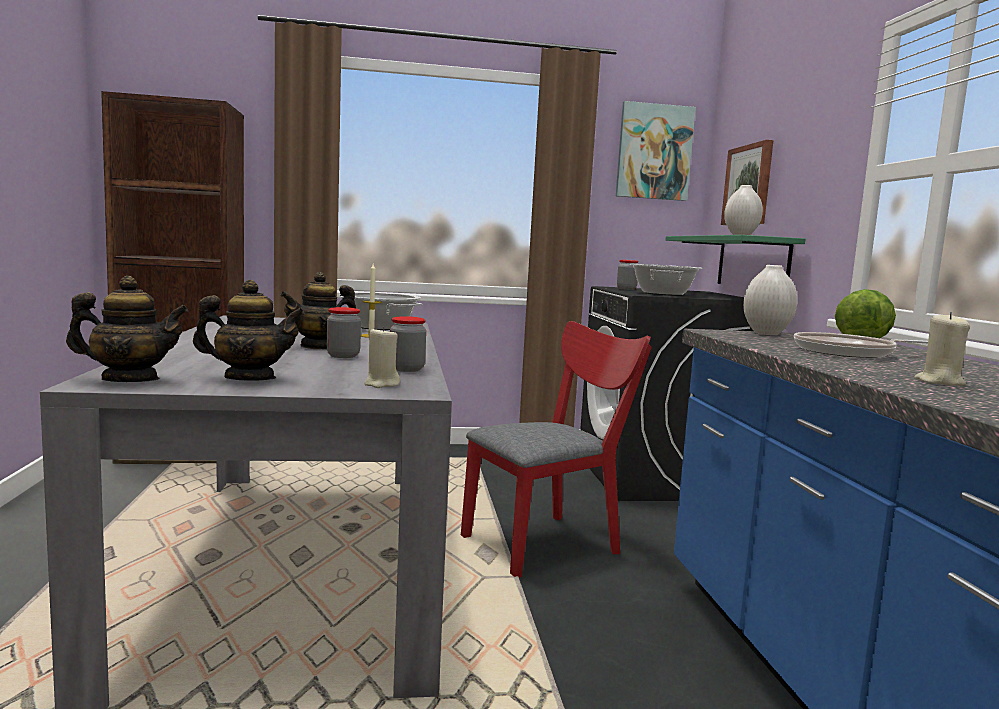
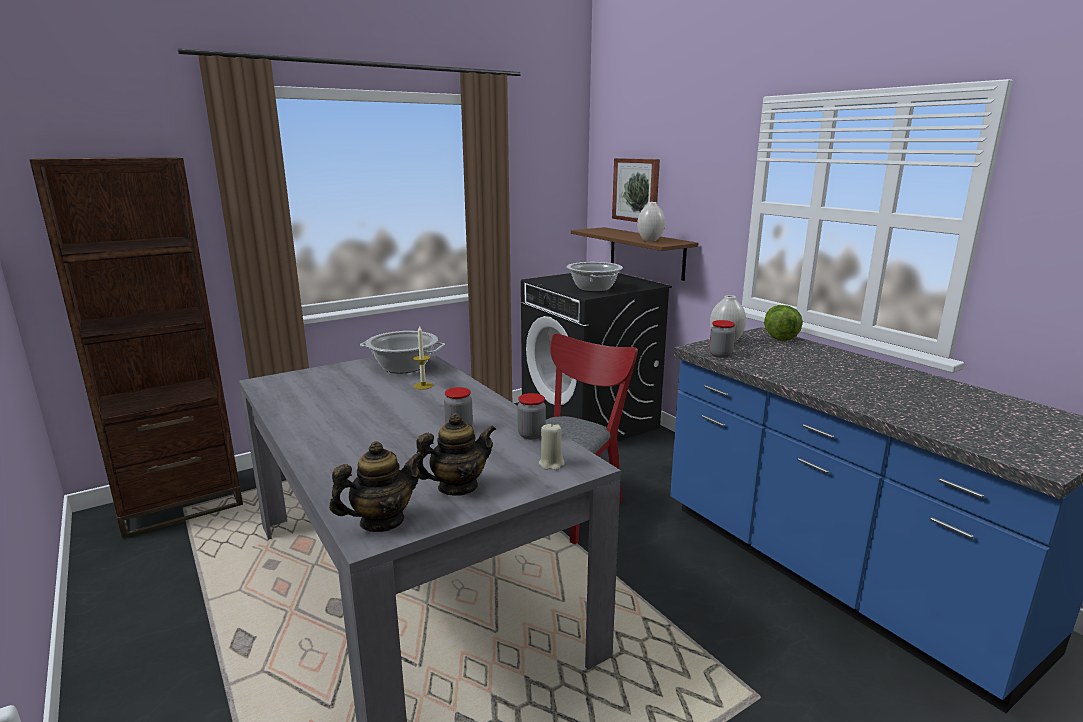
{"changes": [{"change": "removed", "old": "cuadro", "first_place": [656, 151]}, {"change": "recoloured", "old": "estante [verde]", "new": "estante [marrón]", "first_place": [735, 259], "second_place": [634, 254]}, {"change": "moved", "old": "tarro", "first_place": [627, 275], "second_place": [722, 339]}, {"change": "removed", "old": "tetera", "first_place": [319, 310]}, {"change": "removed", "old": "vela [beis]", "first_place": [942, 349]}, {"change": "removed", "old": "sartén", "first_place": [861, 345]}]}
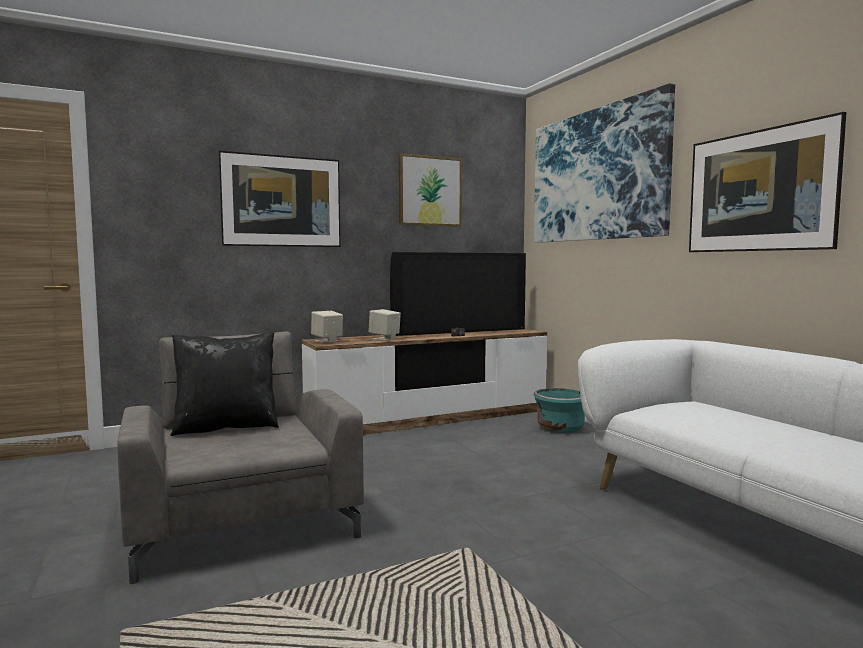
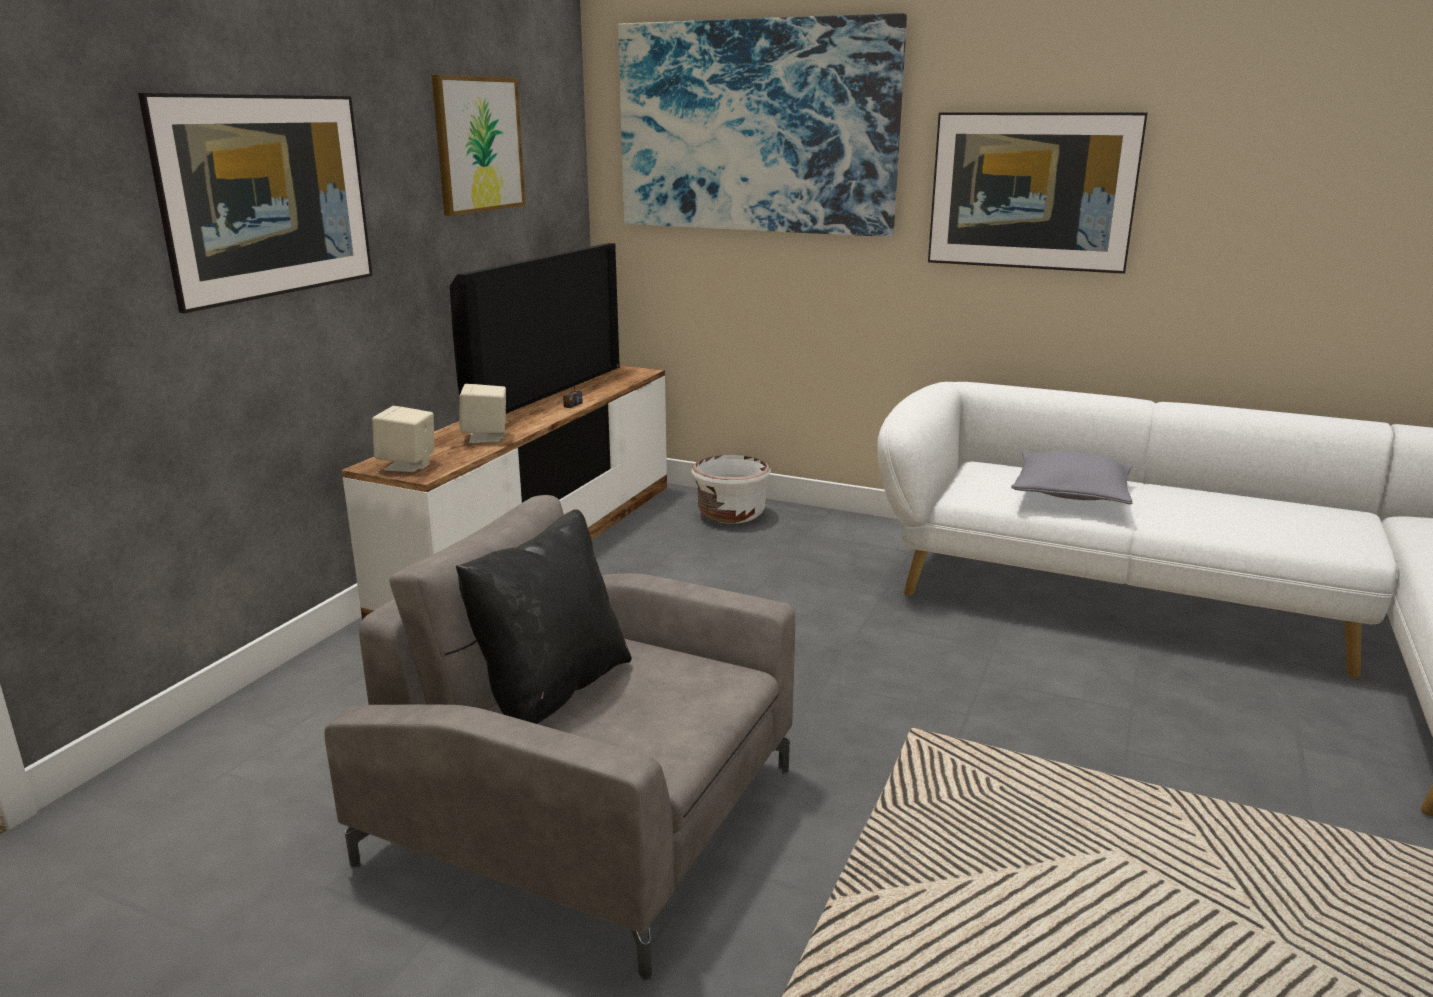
{"changes": [{"change": "recoloured", "old": "maceta [turquesa]", "new": "maceta [blanco]", "first_place": [559, 410], "second_place": [731, 489]}, {"change": "added", "new": "cojín [gris]", "second_place": [1072, 477]}]}
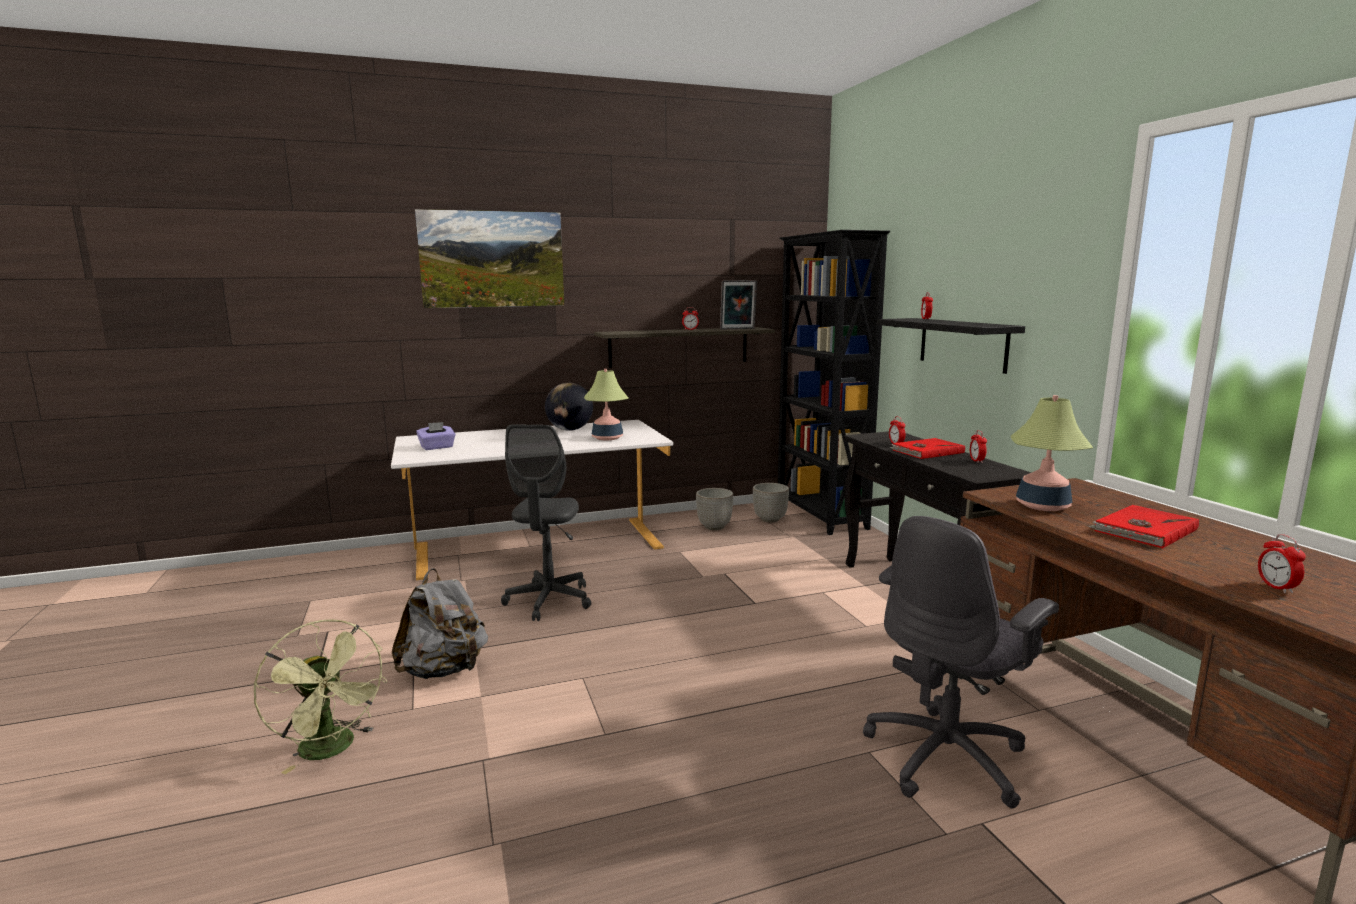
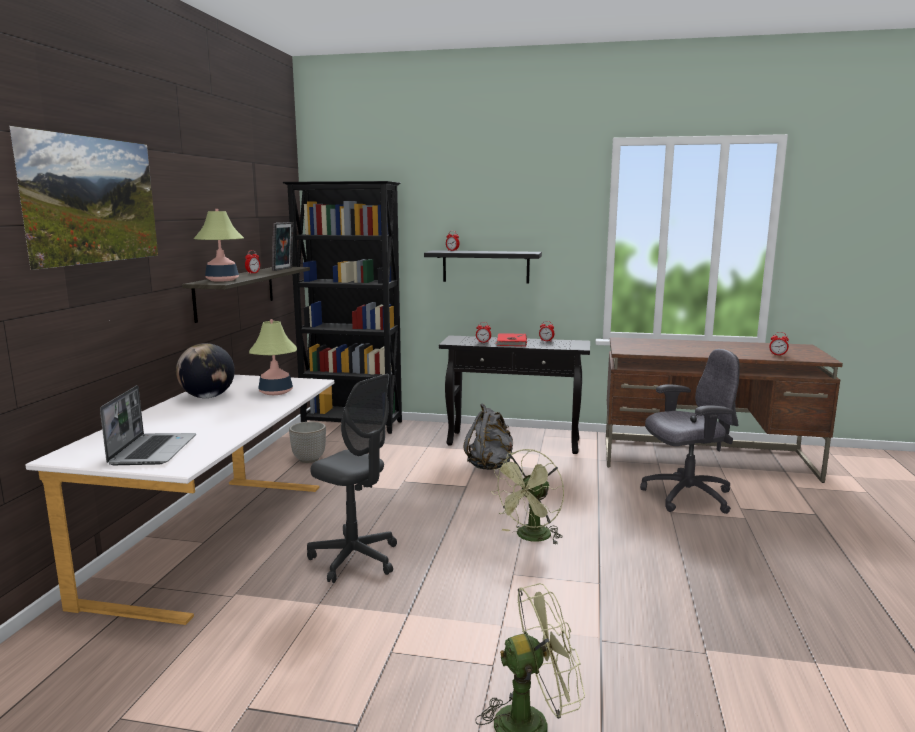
{"changes": [{"change": "moved", "old": "lámpara de mesa", "first_place": [1052, 453], "second_place": [218, 245]}, {"change": "replaced", "old": "caja de pañuelos [morado]", "new": "portátil", "first_place": [436, 436], "second_place": [148, 425]}, {"change": "removed", "old": "maceta", "first_place": [771, 502]}, {"change": "removed", "old": "libro [rojo]", "first_place": [1144, 527]}, {"change": "turned", "old": "silla de oficina [gris]", "first_place": [961, 662], "second_place": [690, 431], "degrees": -90}, {"change": "moved", "old": "mochila [gris]", "first_place": [440, 623], "second_place": [488, 436]}, {"change": "added", "new": "ventilador [verde]", "second_place": [527, 497]}]}
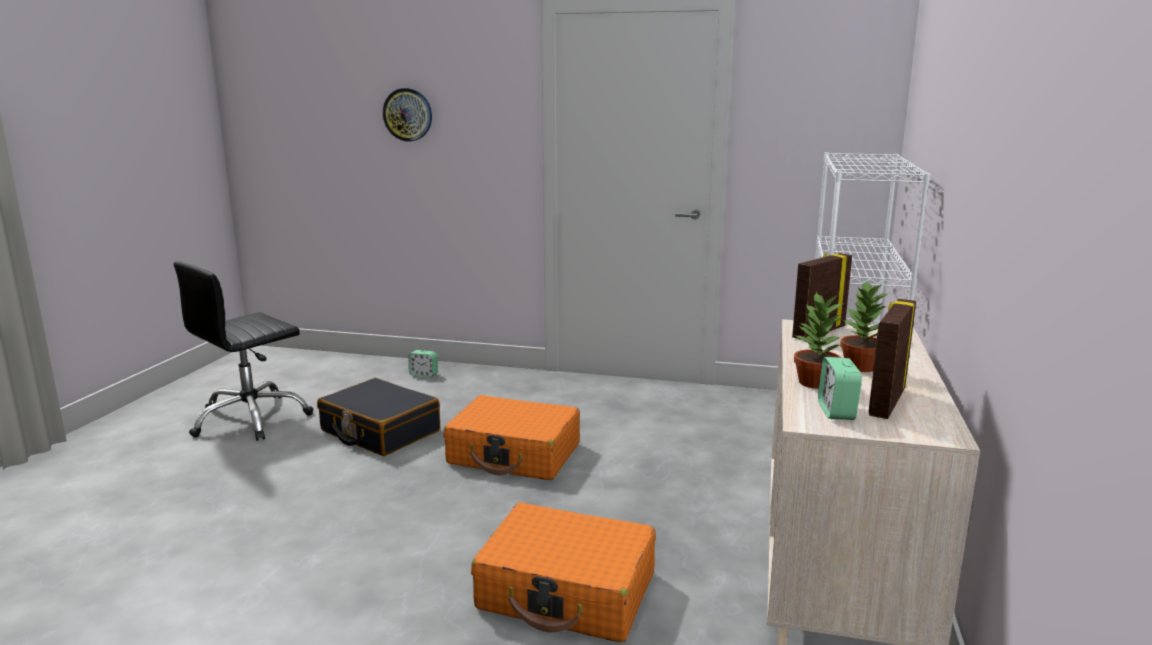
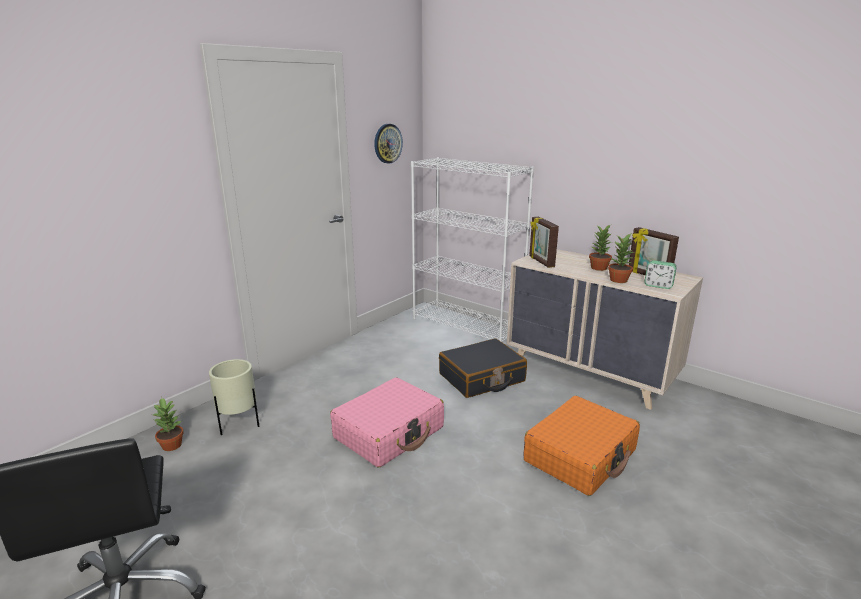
{"changes": [{"change": "moved", "old": "reloj de pared", "first_place": [407, 114], "second_place": [388, 144]}, {"change": "replaced", "old": "despertador", "new": "planta en maceta", "first_place": [423, 364], "second_place": [168, 424]}, {"change": "moved", "old": "maleta [negro]", "first_place": [378, 417], "second_place": [483, 368]}, {"change": "recoloured", "old": "maleta [naranja]", "new": "maleta [rosa]", "first_place": [511, 437], "second_place": [387, 422]}, {"change": "added", "new": "maceta [beis]", "second_place": [234, 397]}]}
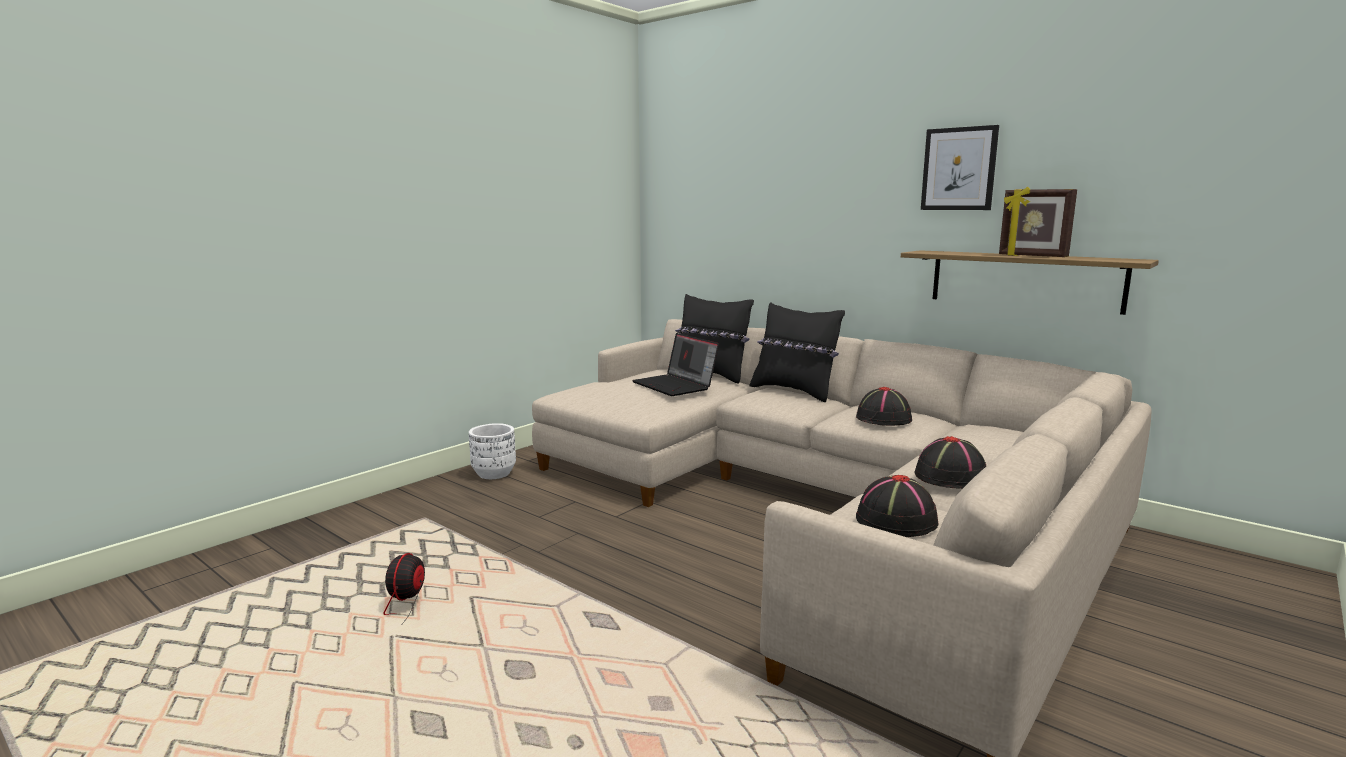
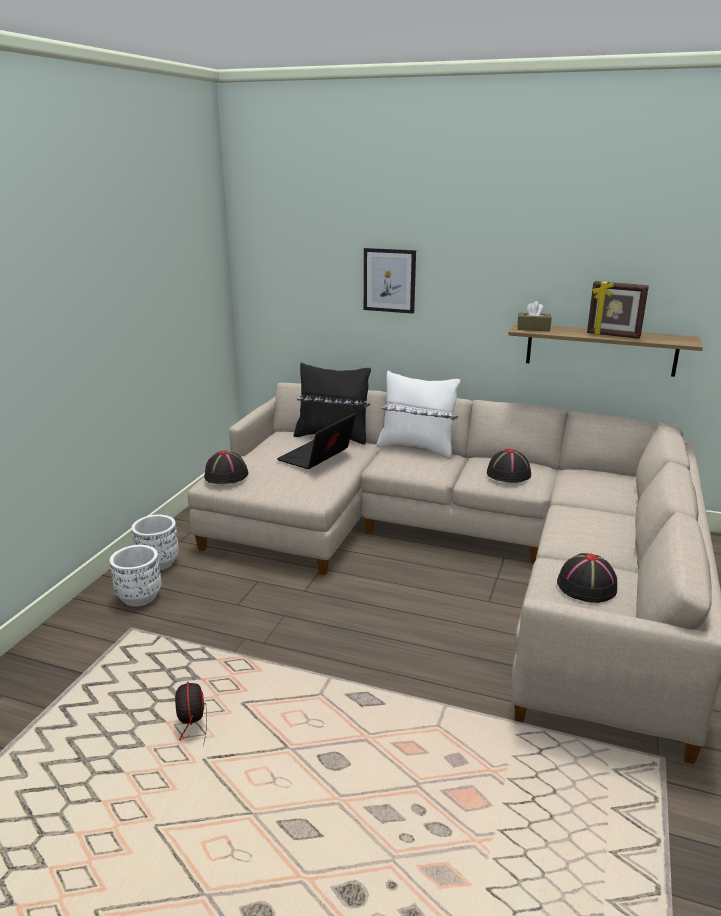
{"changes": [{"change": "moved", "old": "cuadro", "first_place": [960, 167], "second_place": [390, 281]}, {"change": "recoloured", "old": "cojín [negro]", "new": "cojín [blanco]", "first_place": [797, 352], "second_place": [418, 415]}, {"change": "turned", "old": "portátil", "first_place": [675, 364], "second_place": [316, 441], "degrees": 90}, {"change": "moved", "old": "sombrero [negro]", "first_place": [950, 462], "second_place": [226, 467]}, {"change": "added", "new": "caja de pañuelos [marrón]", "second_place": [534, 316]}, {"change": "added", "new": "maceta [blanco]", "second_place": [136, 575]}]}
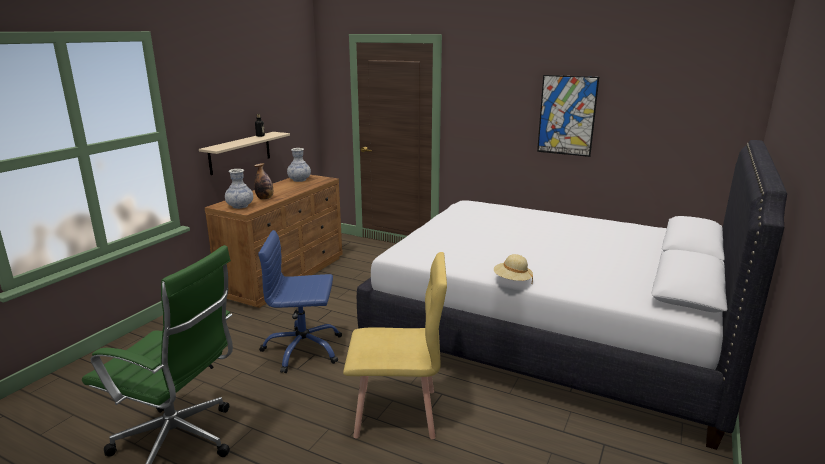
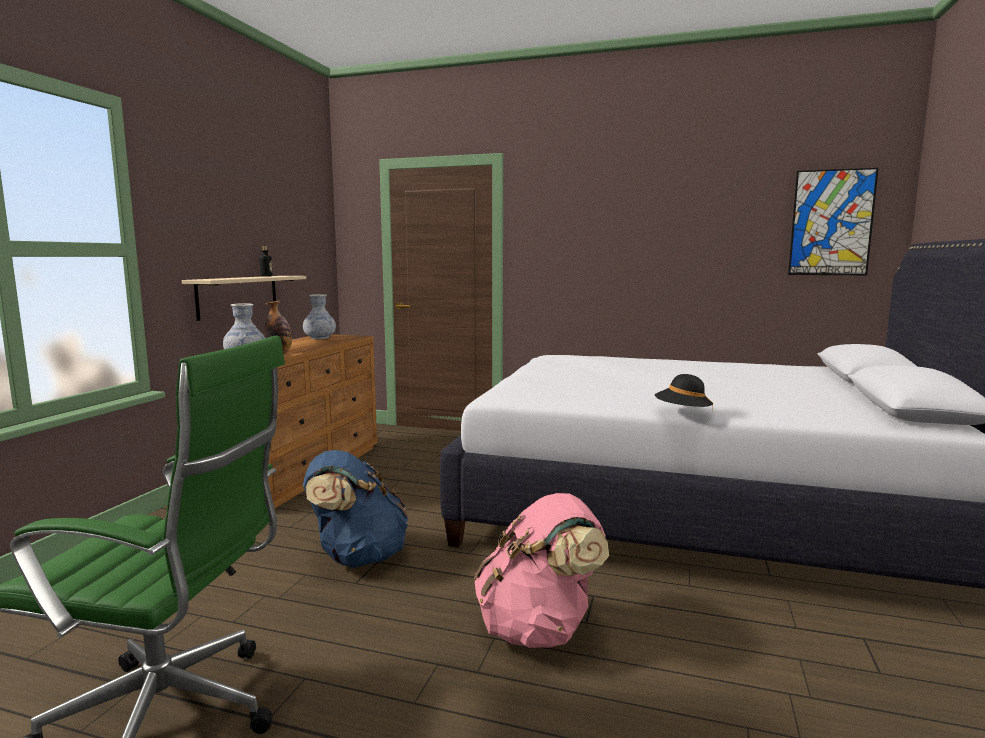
{"changes": [{"change": "moved", "old": "cuadro", "first_place": [568, 116], "second_place": [833, 221]}, {"change": "replaced", "old": "silla de oficina [azul]", "new": "mochila [azul]", "first_place": [300, 301], "second_place": [356, 509]}, {"change": "replaced", "old": "silla [amarillo]", "new": "mochila [rosa]", "first_place": [395, 345], "second_place": [541, 570]}, {"change": "recoloured", "old": "sombrero [beis]", "new": "sombrero [negro]", "first_place": [513, 269], "second_place": [684, 394]}]}
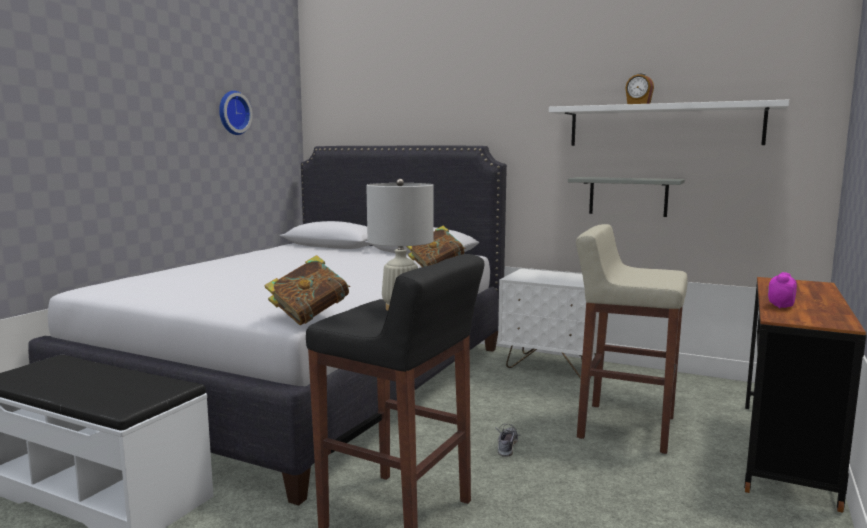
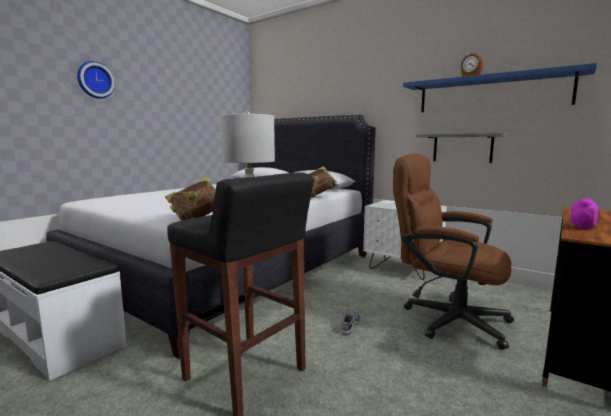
{"changes": [{"change": "moved", "old": "reloj de pared", "first_place": [236, 113], "second_place": [96, 80]}, {"change": "recoloured", "old": "estante [blanco]", "new": "estante [azul]", "first_place": [669, 123], "second_place": [500, 87]}, {"change": "replaced", "old": "taburete [beis]", "new": "silla de oficina [marrón]", "first_place": [632, 339], "second_place": [453, 251]}]}
